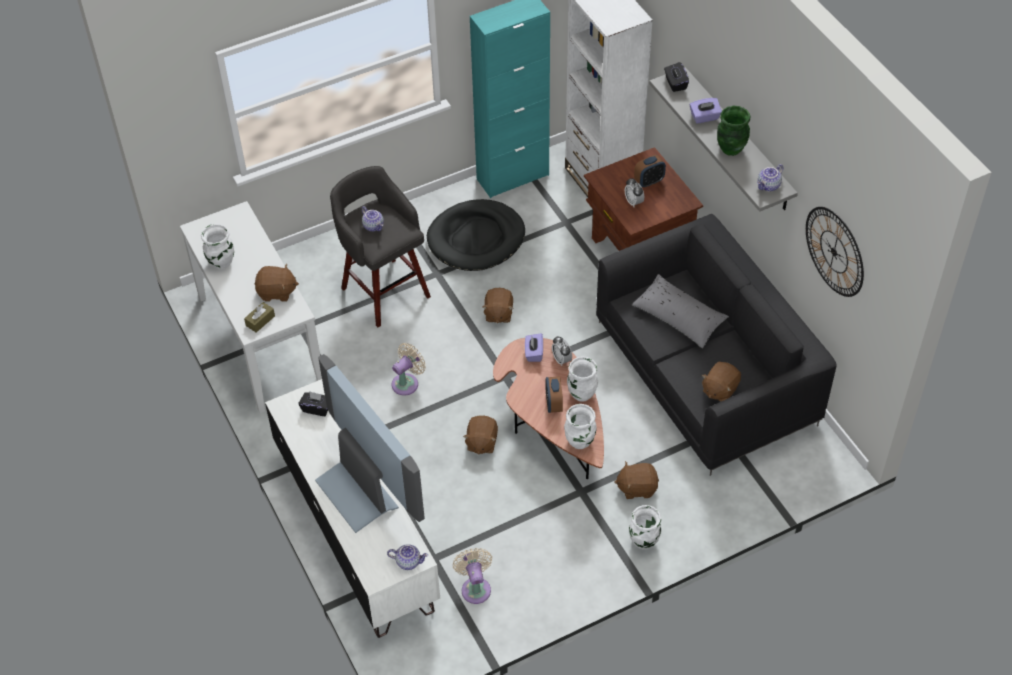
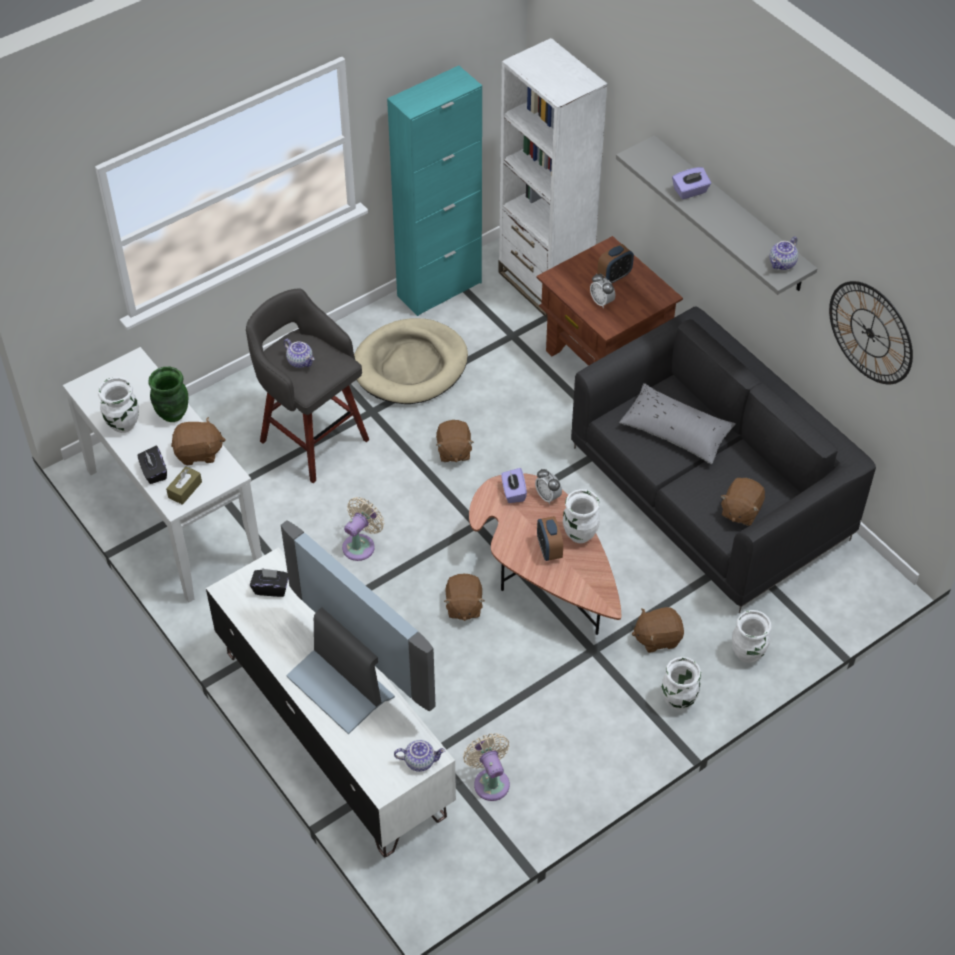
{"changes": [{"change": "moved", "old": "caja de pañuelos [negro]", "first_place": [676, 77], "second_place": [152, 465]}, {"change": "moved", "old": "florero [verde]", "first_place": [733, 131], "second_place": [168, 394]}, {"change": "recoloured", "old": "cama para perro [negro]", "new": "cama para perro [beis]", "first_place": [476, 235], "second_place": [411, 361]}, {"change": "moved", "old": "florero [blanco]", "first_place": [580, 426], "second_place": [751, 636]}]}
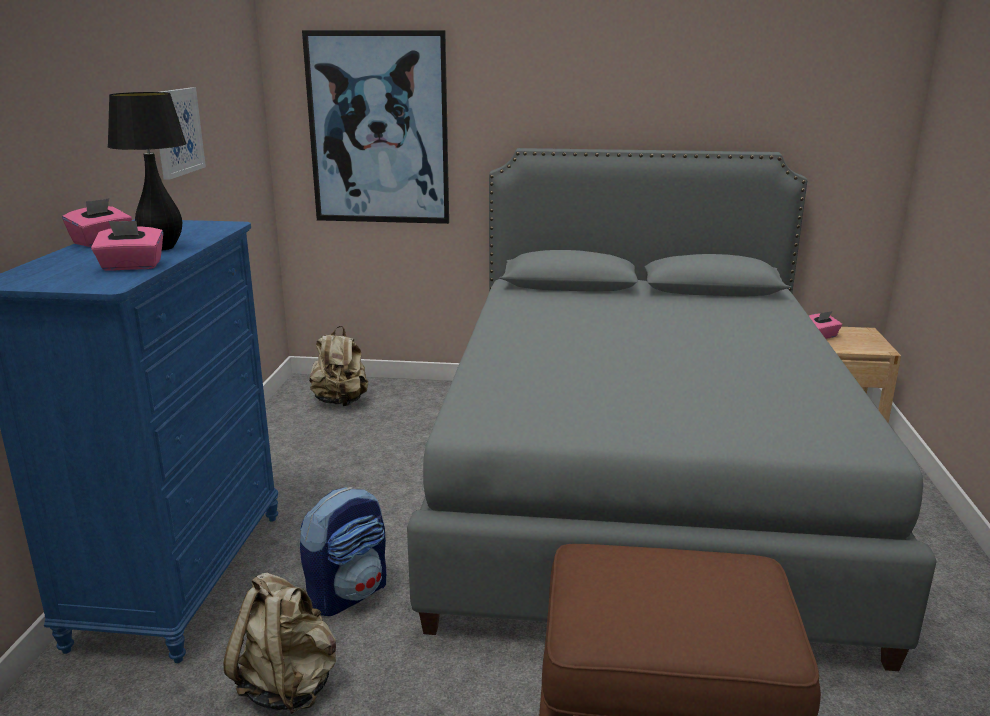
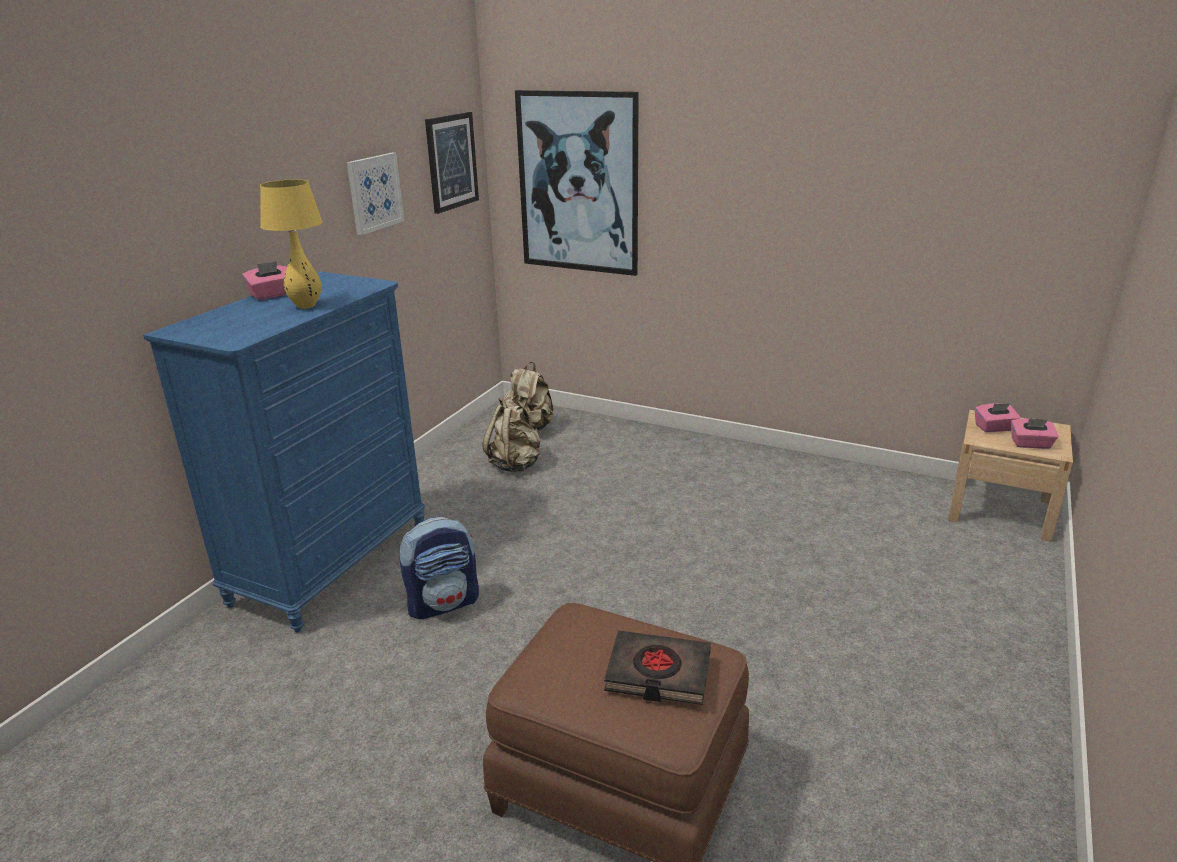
{"changes": [{"change": "recoloured", "old": "lámpara de mesa [negro]", "new": "lámpara de mesa [amarillo]", "first_place": [147, 171], "second_place": [291, 244]}, {"change": "removed", "old": "cama [gris]", "first_place": [671, 409]}, {"change": "moved", "old": "caja de pañuelos [rosa]", "first_place": [127, 246], "second_place": [1034, 433]}, {"change": "moved", "old": "mochila [beis]", "first_place": [280, 643], "second_place": [512, 434]}, {"change": "added", "new": "cuadro", "second_place": [452, 163]}, {"change": "added", "new": "libro [negro]", "second_place": [657, 667]}]}
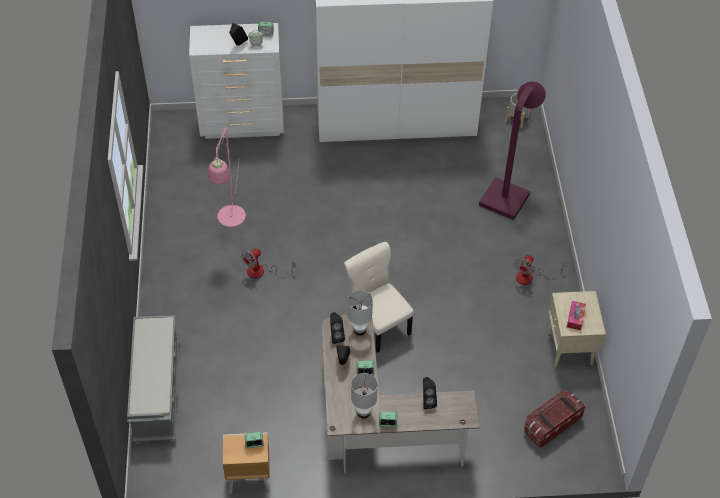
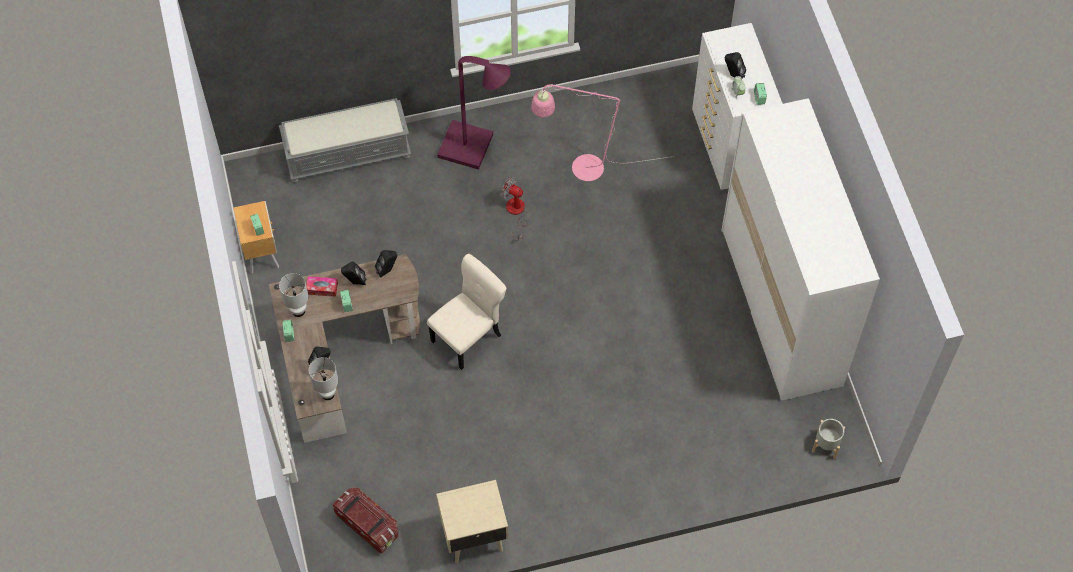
{"changes": [{"change": "moved", "old": "lámpara de pie [morado]", "first_place": [512, 151], "second_place": [474, 113]}, {"change": "removed", "old": "ventilador", "first_place": [540, 269]}, {"change": "moved", "old": "lámpara de mesa [blanco]", "first_place": [360, 312], "second_place": [323, 378]}, {"change": "moved", "old": "caja de pañuelos", "first_place": [576, 315], "second_place": [322, 286]}]}
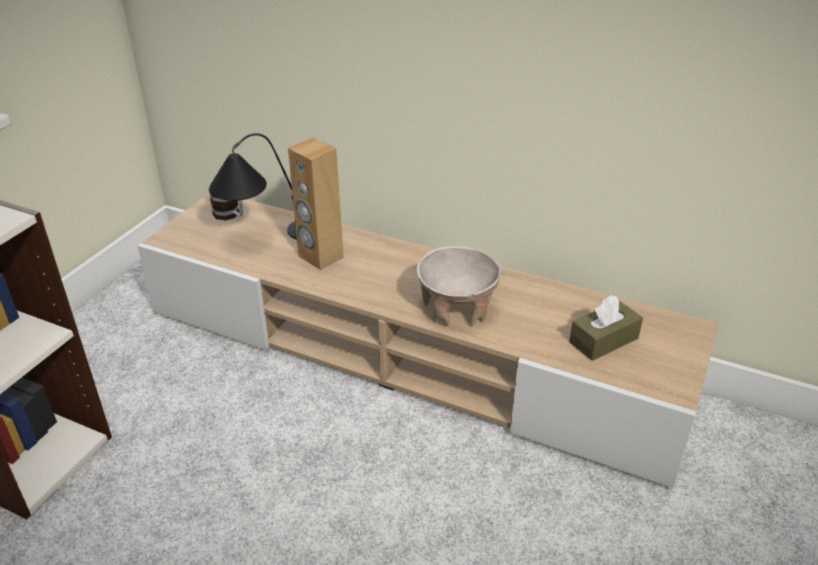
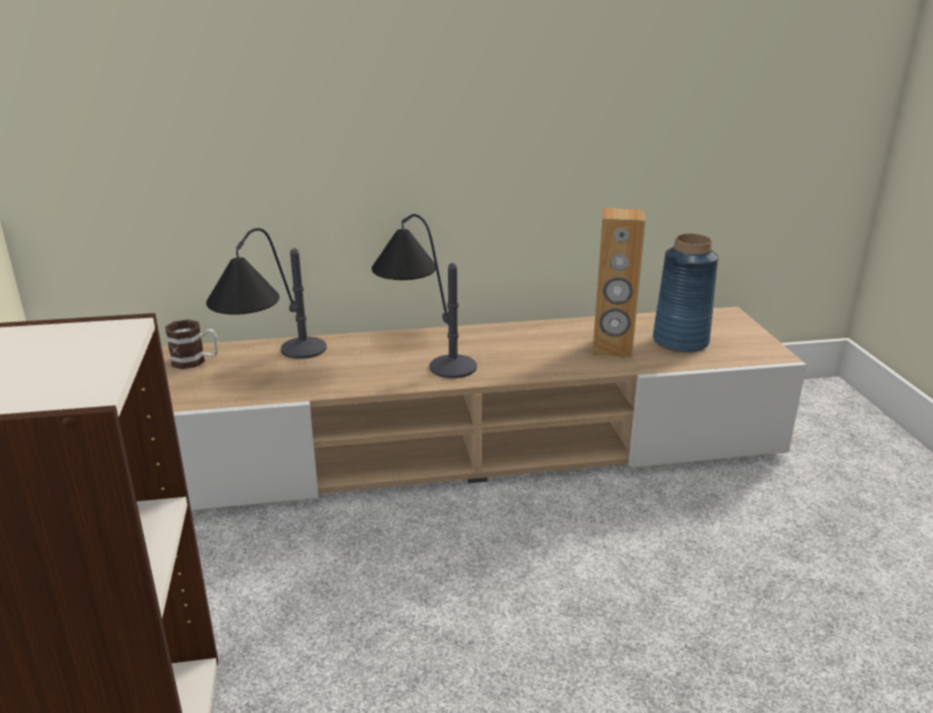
{"changes": [{"change": "moved", "old": "altavoz [marrón]", "first_place": [316, 203], "second_place": [619, 283]}, {"change": "removed", "old": "cuenco [beis]", "first_place": [459, 286]}, {"change": "replaced", "old": "caja de pañuelos [marrón]", "new": "florero [azul]", "first_place": [606, 328], "second_place": [686, 293]}, {"change": "added", "new": "lámpara de mesa", "second_place": [424, 296]}]}
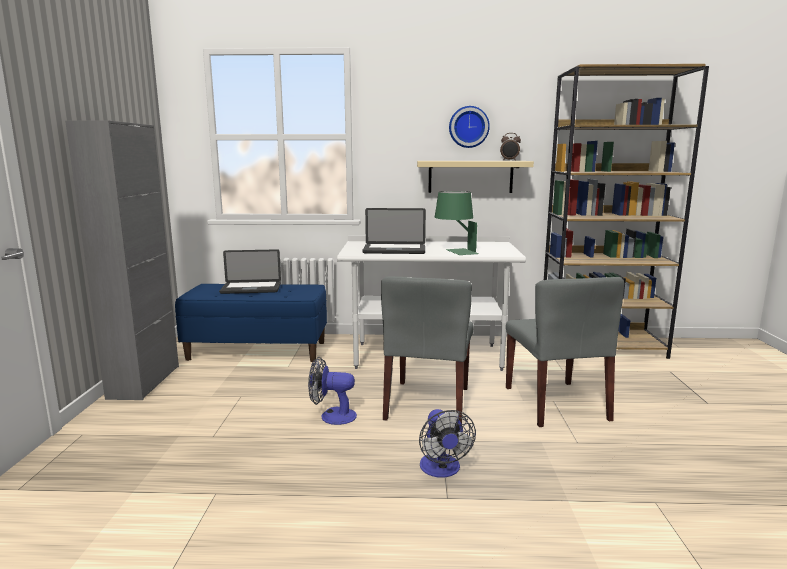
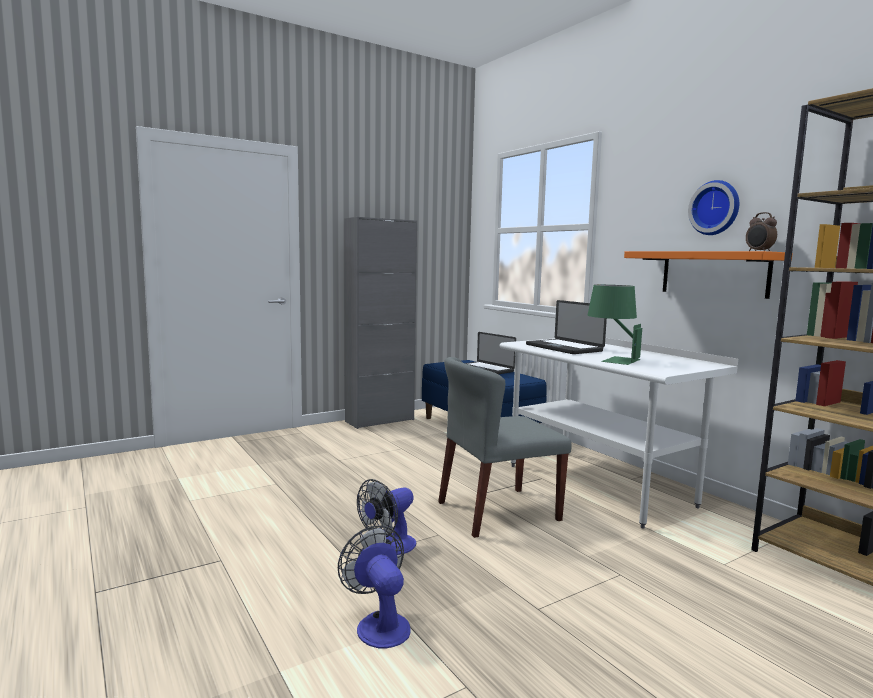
{"changes": [{"change": "recoloured", "old": "estante [beis]", "new": "estante [naranja]", "first_place": [475, 177], "second_place": [708, 275]}, {"change": "removed", "old": "silla [gris]", "first_place": [565, 352]}, {"change": "moved", "old": "ventilador", "first_place": [332, 391], "second_place": [374, 587]}]}
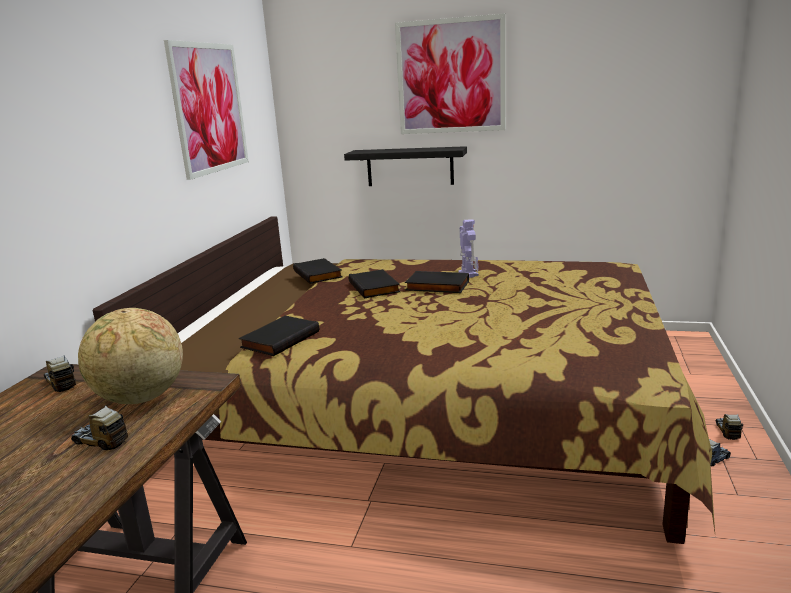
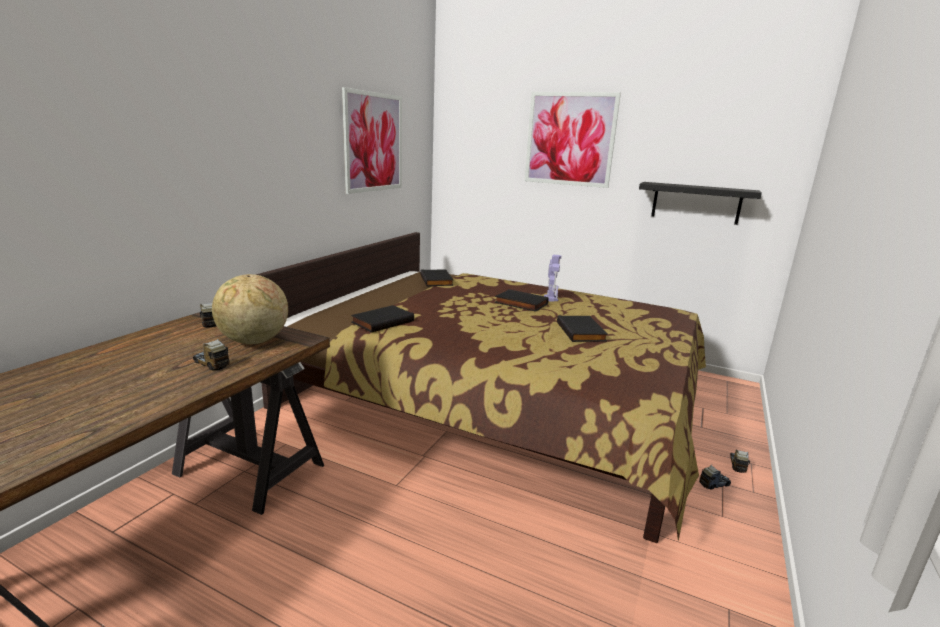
{"changes": [{"change": "moved", "old": "estante [negro]", "first_place": [405, 166], "second_place": [700, 203]}, {"change": "moved", "old": "libro [negro]", "first_place": [374, 283], "second_place": [582, 328]}]}
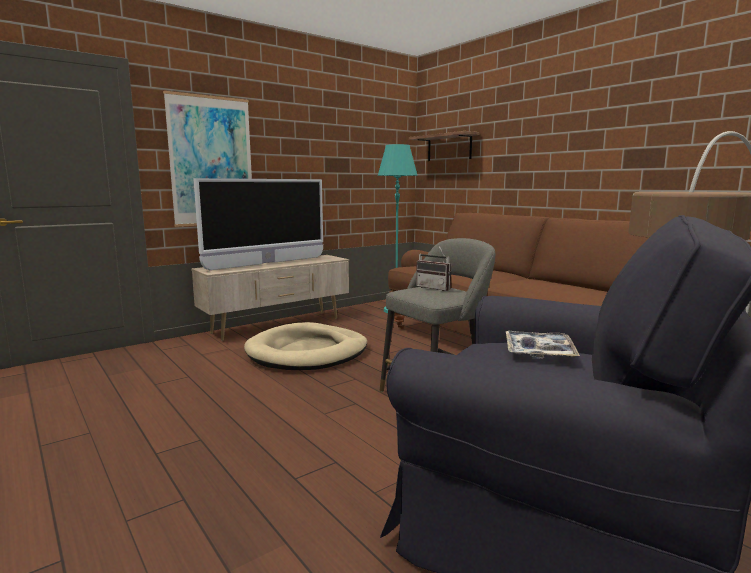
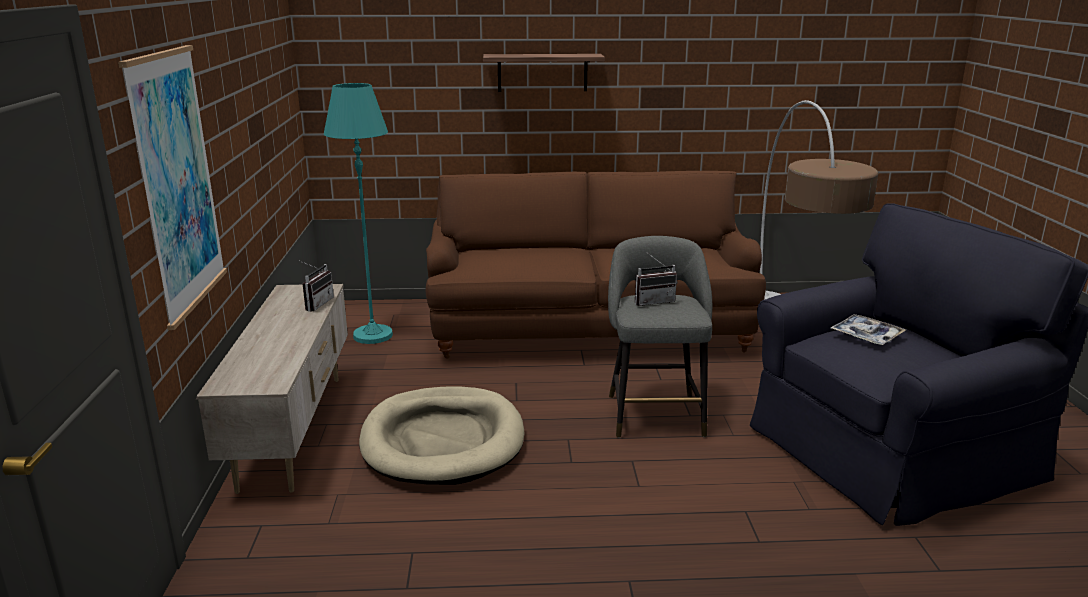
{"changes": [{"change": "moved", "old": "estante", "first_place": [444, 146], "second_place": [544, 73]}, {"change": "removed", "old": "televisor", "first_place": [258, 224]}, {"change": "added", "new": "radio", "second_place": [317, 286]}]}
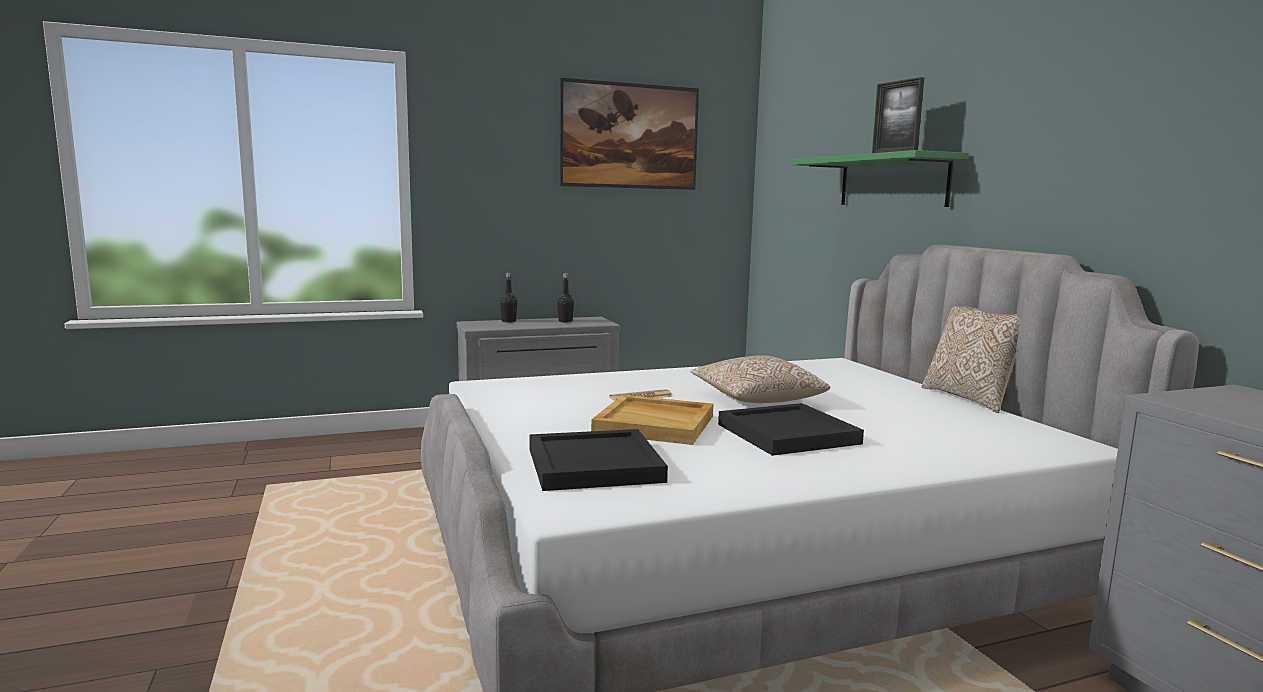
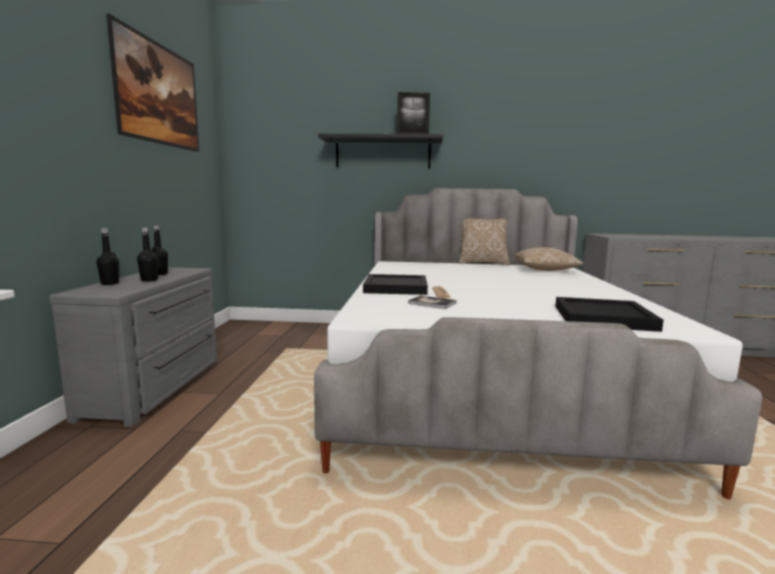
{"changes": [{"change": "recoloured", "old": "estante [verde]", "new": "estante [negro]", "first_place": [880, 178], "second_place": [380, 151]}, {"change": "moved", "old": "cojín", "first_place": [760, 379], "second_place": [549, 259]}, {"change": "removed", "old": "bandeja [beis]", "first_place": [652, 420]}, {"change": "moved", "old": "bandeja [negro]", "first_place": [791, 429], "second_place": [395, 284]}, {"change": "added", "new": "botella [negro]", "second_place": [147, 254]}, {"change": "added", "new": "libro", "second_place": [432, 302]}]}
